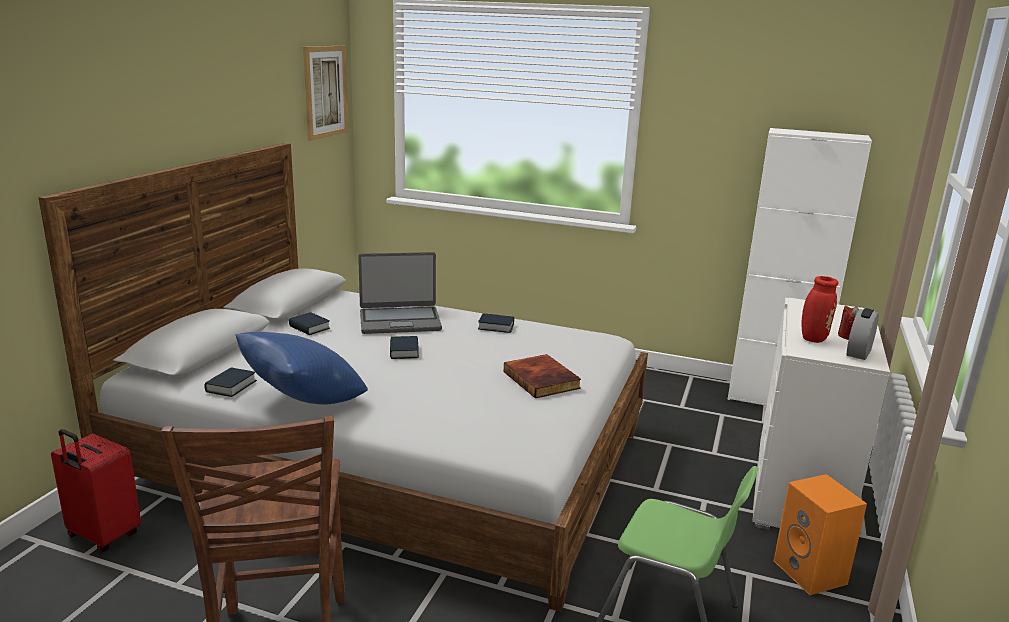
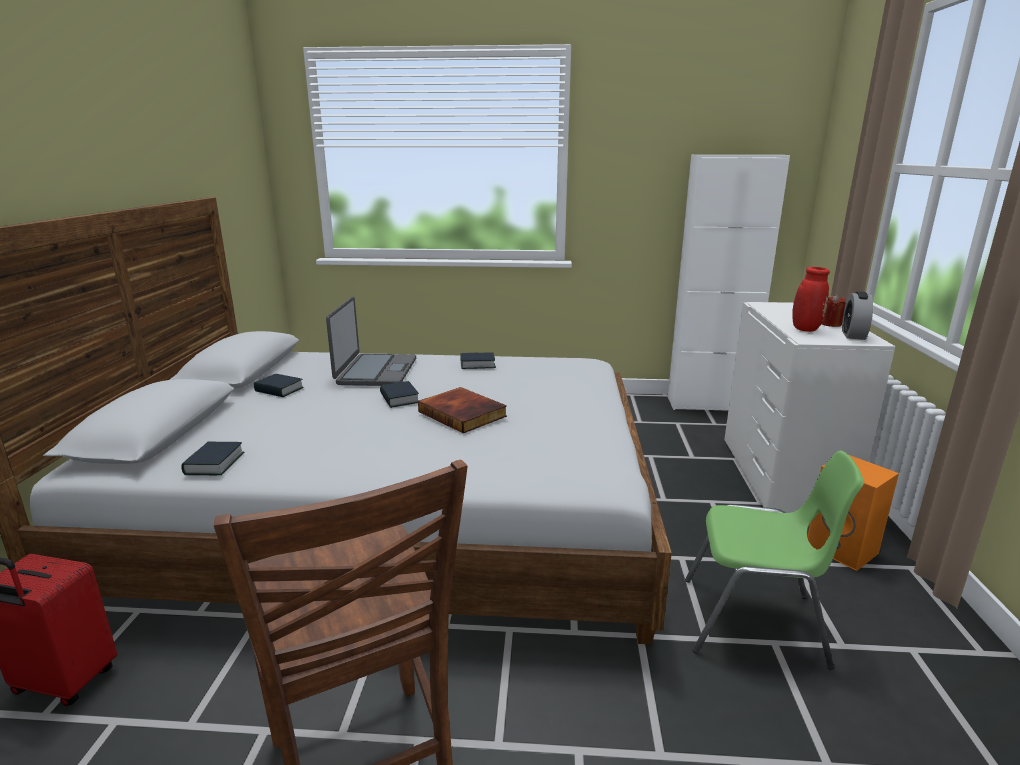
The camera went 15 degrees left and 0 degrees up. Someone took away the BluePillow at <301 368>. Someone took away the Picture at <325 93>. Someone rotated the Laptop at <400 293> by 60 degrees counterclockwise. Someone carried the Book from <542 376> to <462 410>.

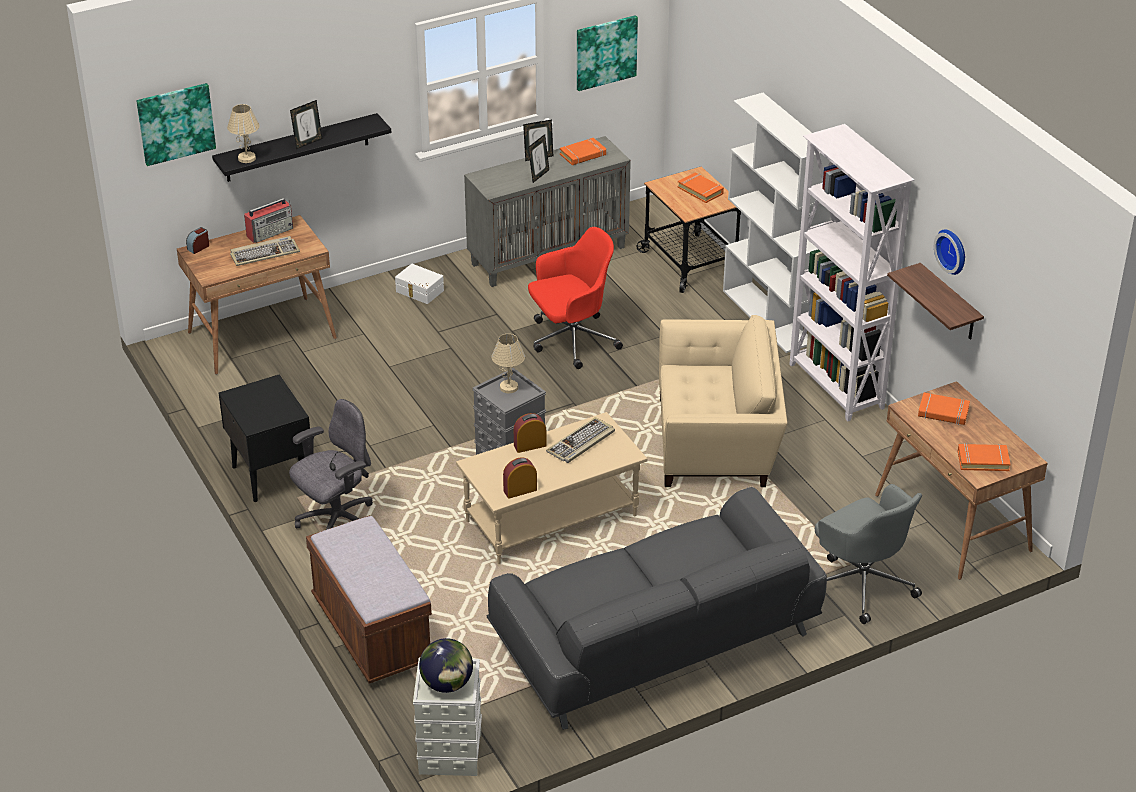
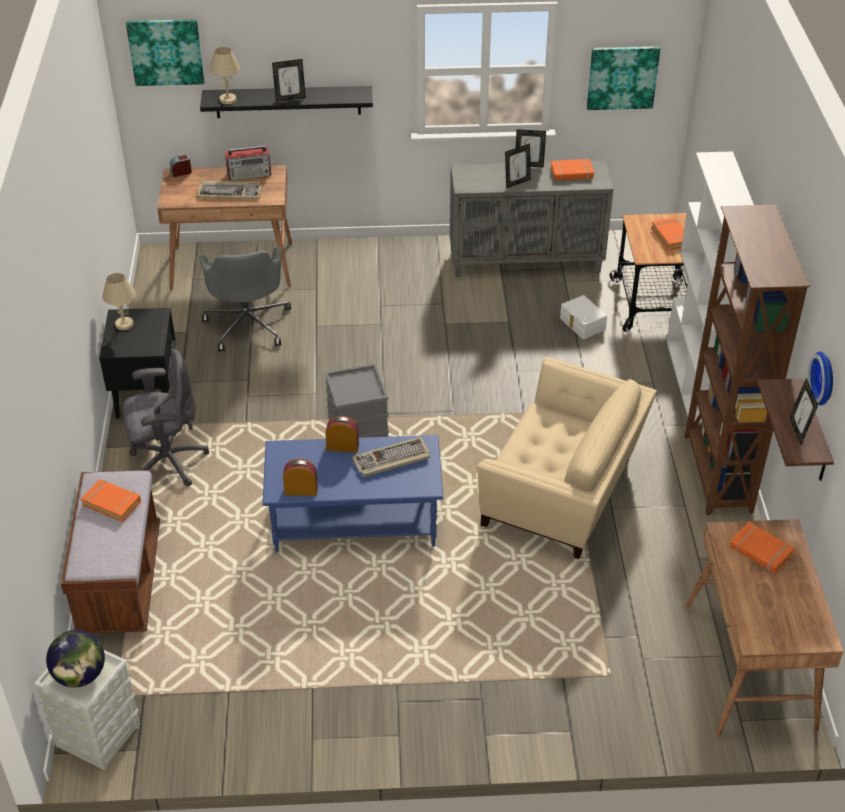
The camera went 25 degrees right and 5 degrees up. Someone carried the WhiteStorageBox from <419 284> to <583 317>. Someone repainted the BeigeCoffeeTable at <552 488>, which became the BlueCoffeeTable at <353 494>. Someone took away the GreySofa at <657 608>. Someone carried the BeigeTableLamp from <508 363> to <119 301>. Someone took away the RedOfficeChair at <575 298>. Someone repainted the WhiteBookcase at <851 273>, which became the BrownBookcase at <747 360>. Someone carried the GreyOfficeChair from <868 554> to <245 299>. Someone carried the OrangeBook from <984 457> to <111 500>. Someone put down the PictureFrame at <804 411>.

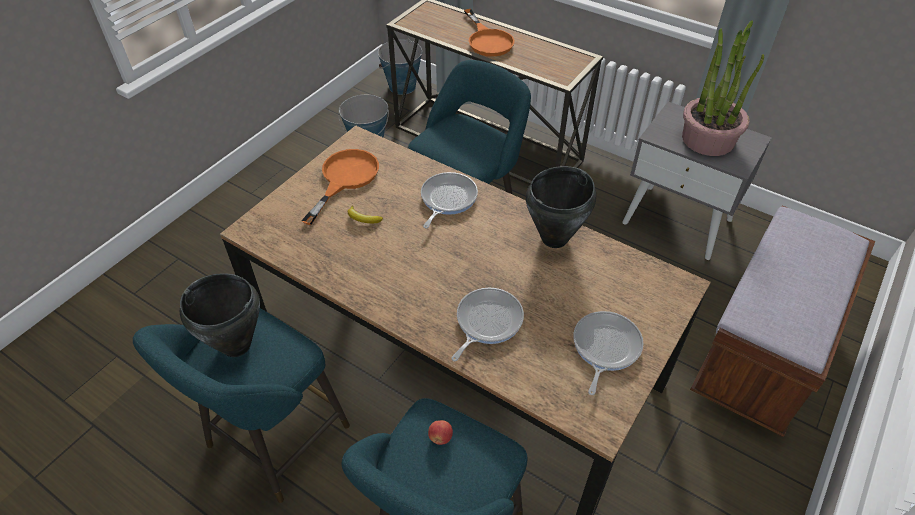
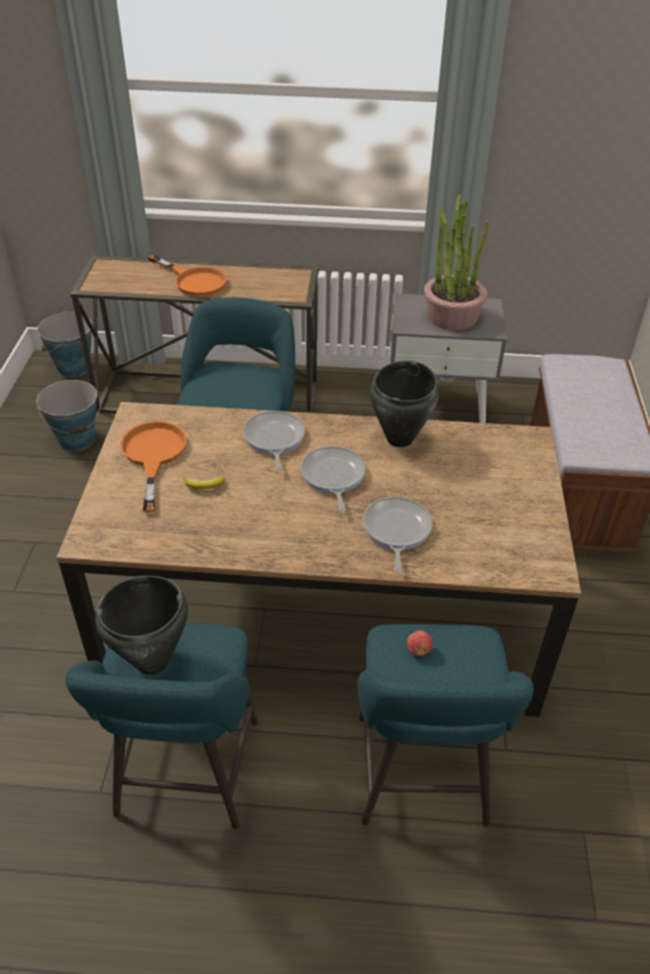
The camera went 30 degrees left and 5 degrees down. Someone carried the FryingPan from <608 353> to <333 479>.

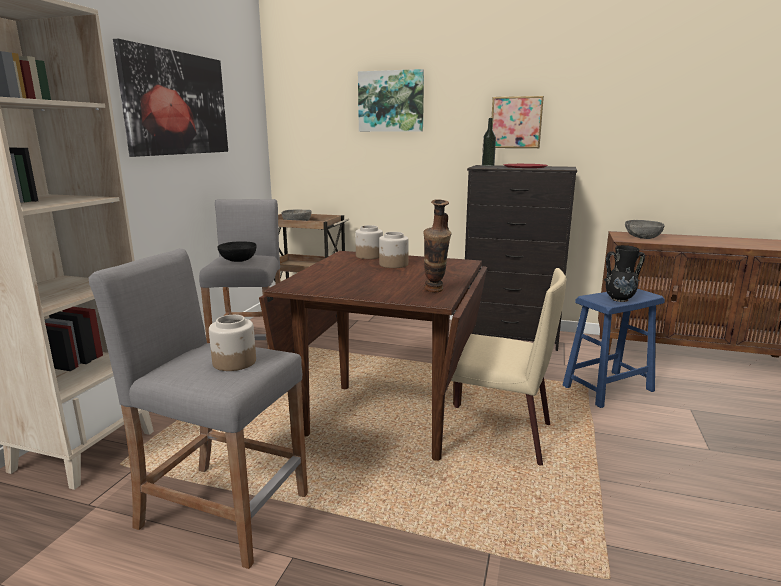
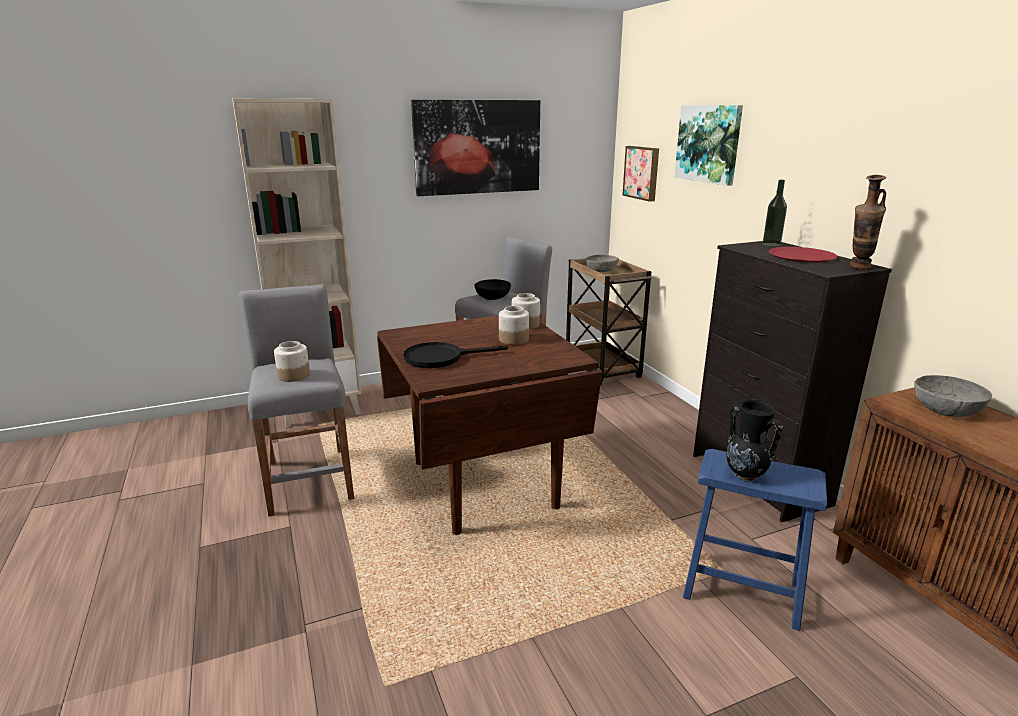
The camera went 50 degrees right and 5 degrees up. Someone carried the Vase from <437 246> to <868 222>. Someone took away the BeigeChair at <508 366>. Someone carried the Picture from <518 122> to <640 174>. Someone put down the BlackFryingPan at <456 355>.

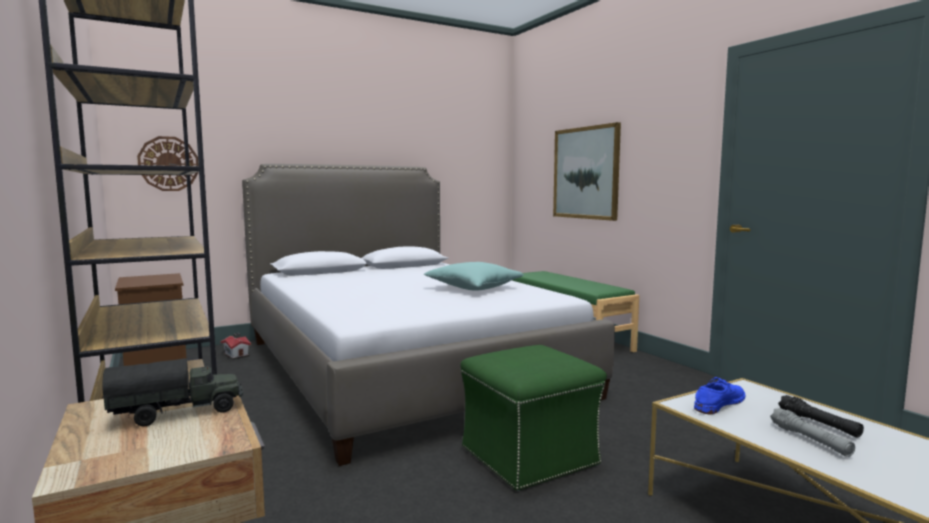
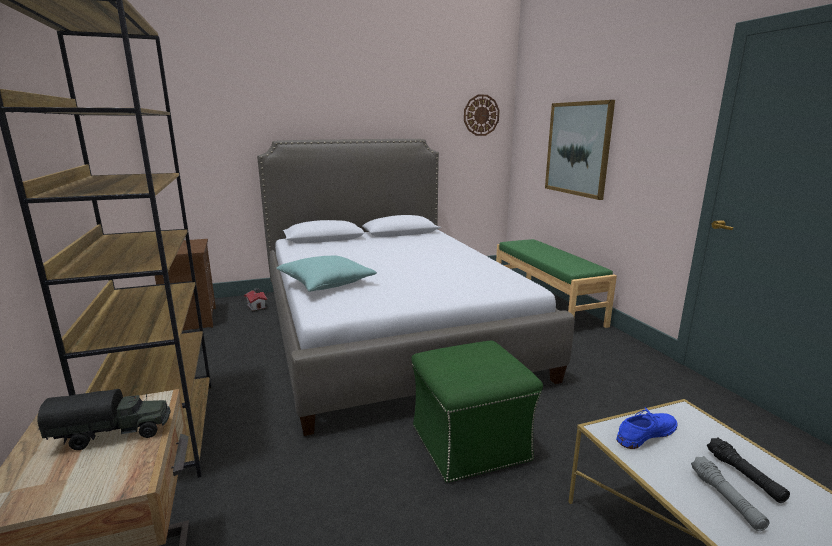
The camera went 10 degrees right and 10 degrees up. Someone carried the WallClock from <168 163> to <482 115>. Someone carried the TurquoisePillow from <474 276> to <326 273>.

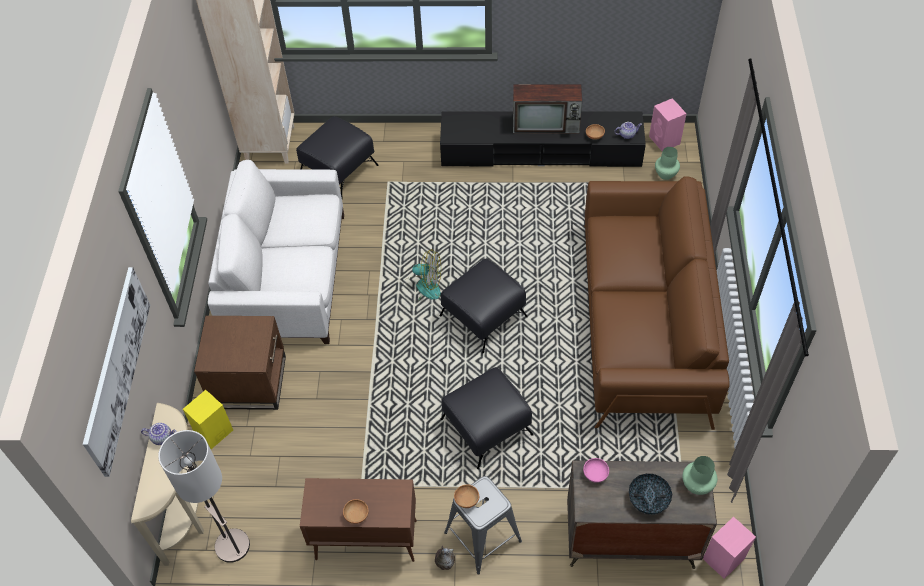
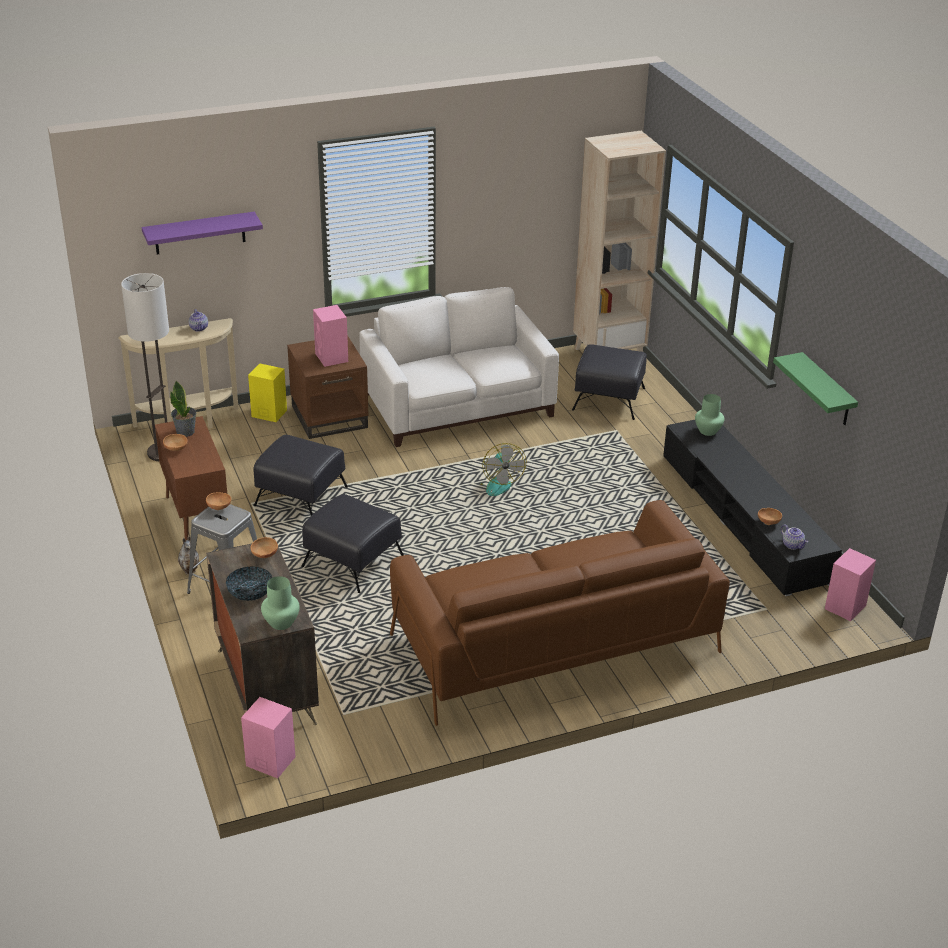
The camera went 65 degrees right and 20 degrees down. Someone swapped the Picture at <116 372> for the PurpleShelf at <202 233>. Someone carried the BlackOttoman from <484 305> to <301 475>. Someone took away the Television at <547 108>. Someone repainted the PinkBowl at <596 470>, which became the BrownBowl at <264 547>. Someone carried the GreenVase from <667 163> to <709 415>. Someone put down the PottedPlant at <183 409>. Someone put down the PinkSpeaker at <330 336>. Someone put up the GreenShelf at <815 388>.

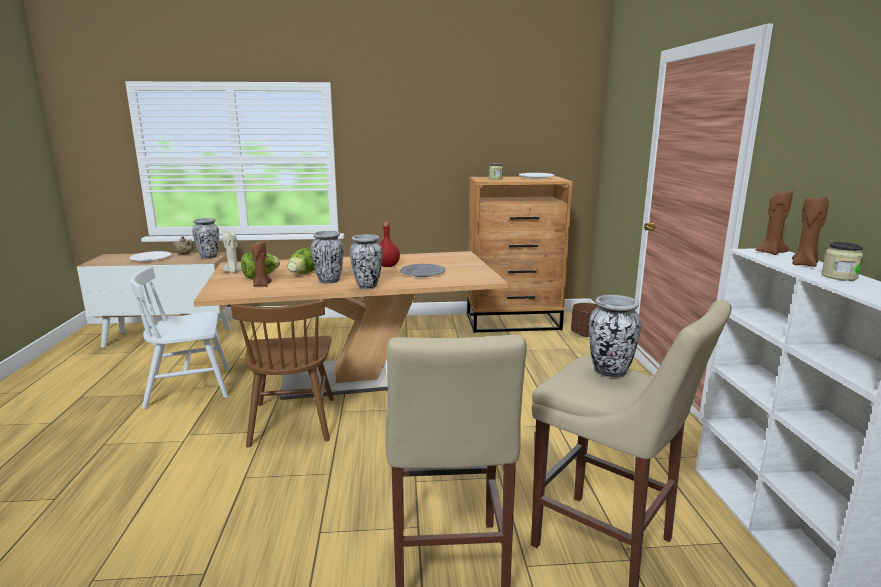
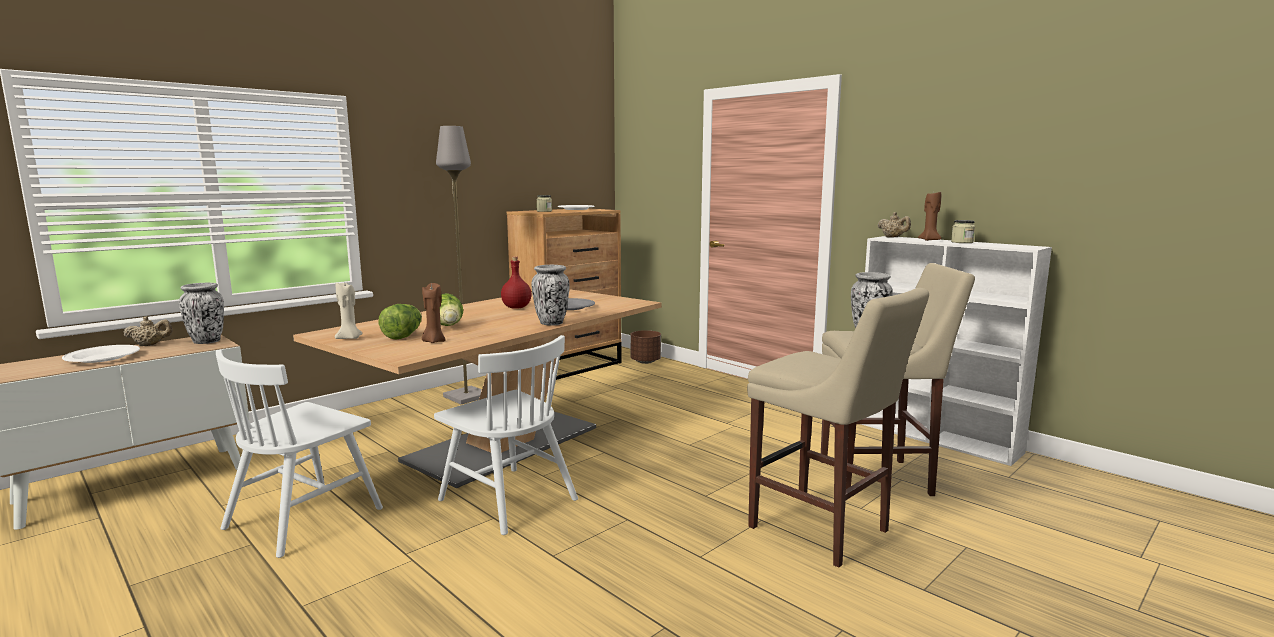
The camera went 40 degrees left and 5 degrees down. Someone repainted the BrownChair at <282 374>, which became the WhiteChair at <506 435>. Someone took away the Vase at <327 257>. Someone swapped the BrownCandle at <774 222> for the BeigeTeapot at <894 225>. Someone put down the GreyFloorLamp at <459 265>.

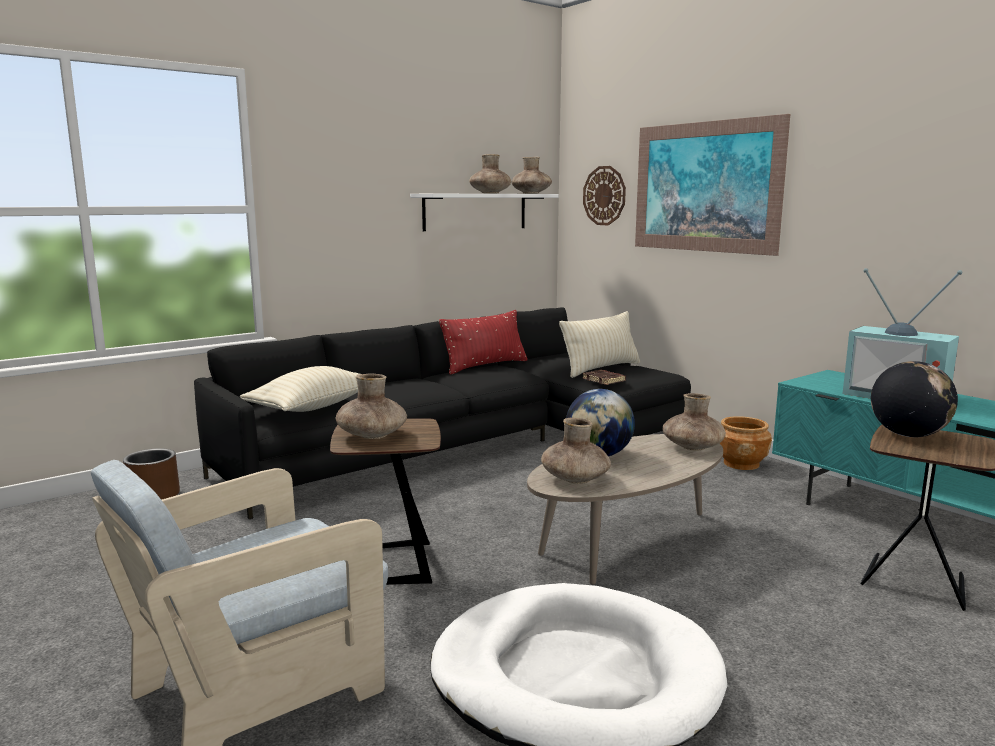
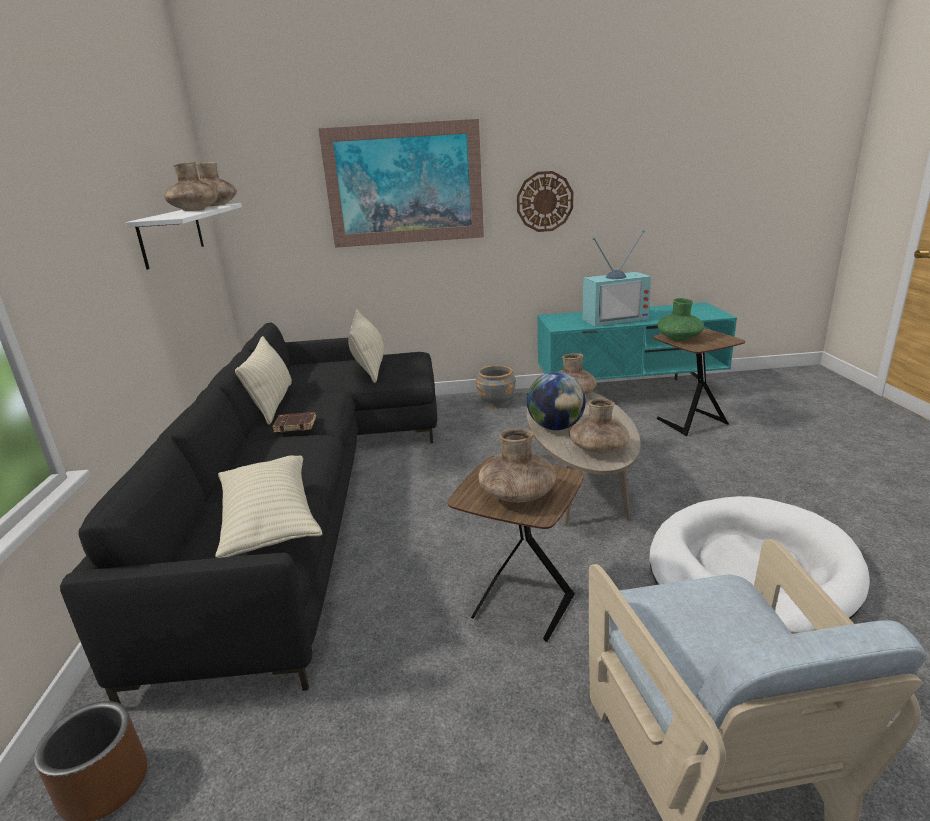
The camera went 55 degrees left and 10 degrees up. Someone repainted the RedPillow at <483 342>, which became the BeigePillow at <263 380>. Someone carried the BrownBook from <604 377> to <294 422>. Someone carried the WallClock from <604 195> to <545 201>. Someone repainted the BrownPlanter at <746 443>, which became the GreyPlanter at <496 386>. Someone swapped the Globe at <914 399> for the GreenVase at <680 319>.

